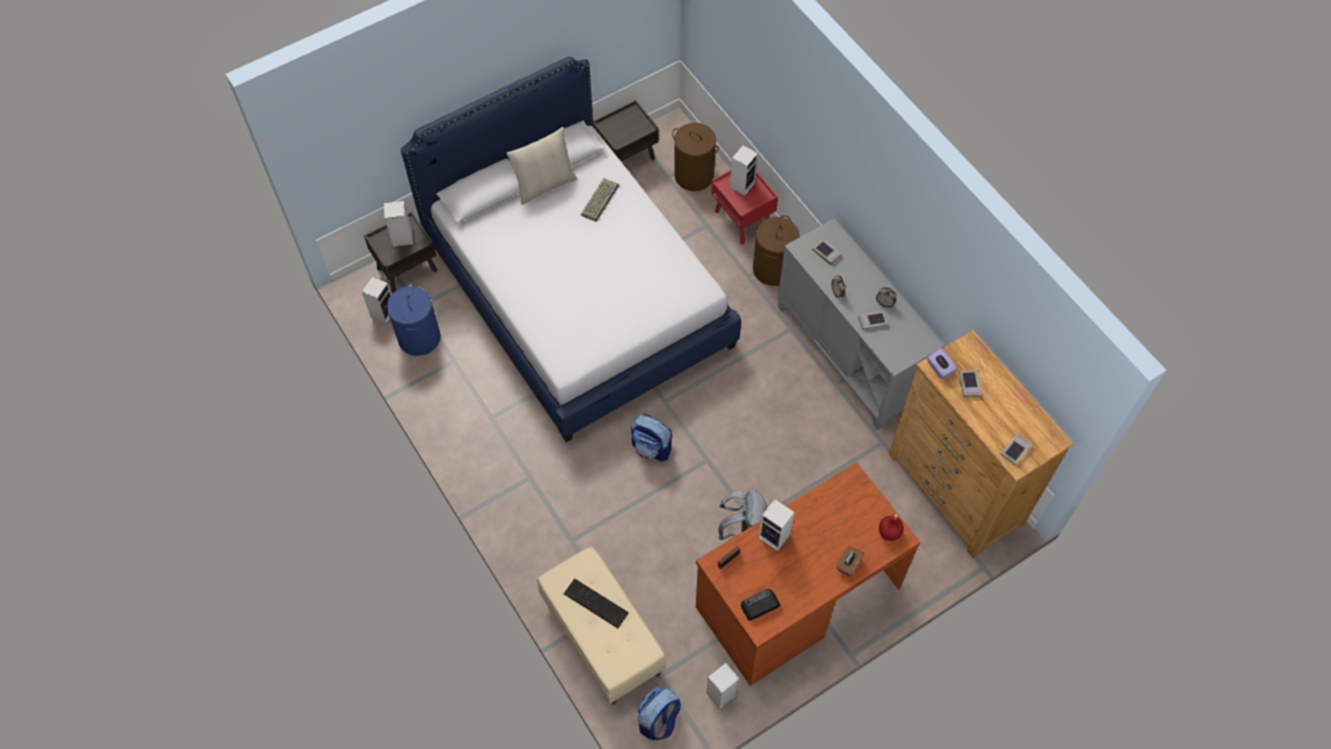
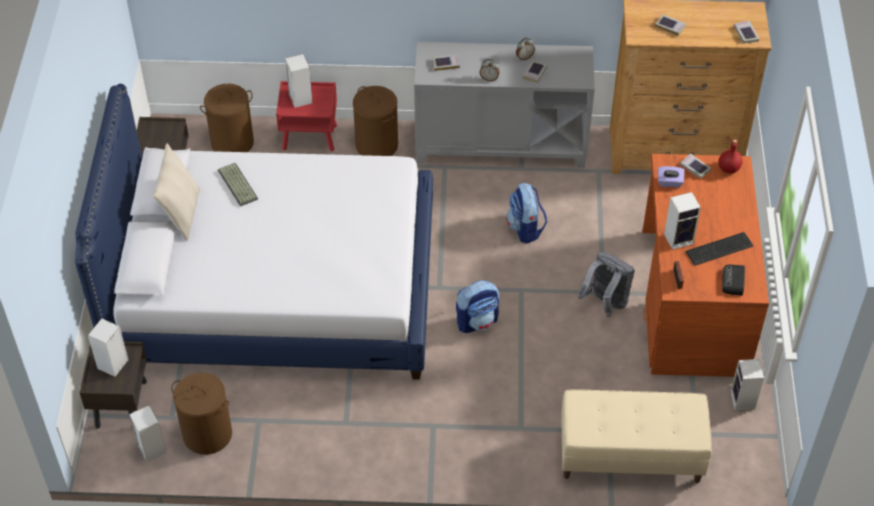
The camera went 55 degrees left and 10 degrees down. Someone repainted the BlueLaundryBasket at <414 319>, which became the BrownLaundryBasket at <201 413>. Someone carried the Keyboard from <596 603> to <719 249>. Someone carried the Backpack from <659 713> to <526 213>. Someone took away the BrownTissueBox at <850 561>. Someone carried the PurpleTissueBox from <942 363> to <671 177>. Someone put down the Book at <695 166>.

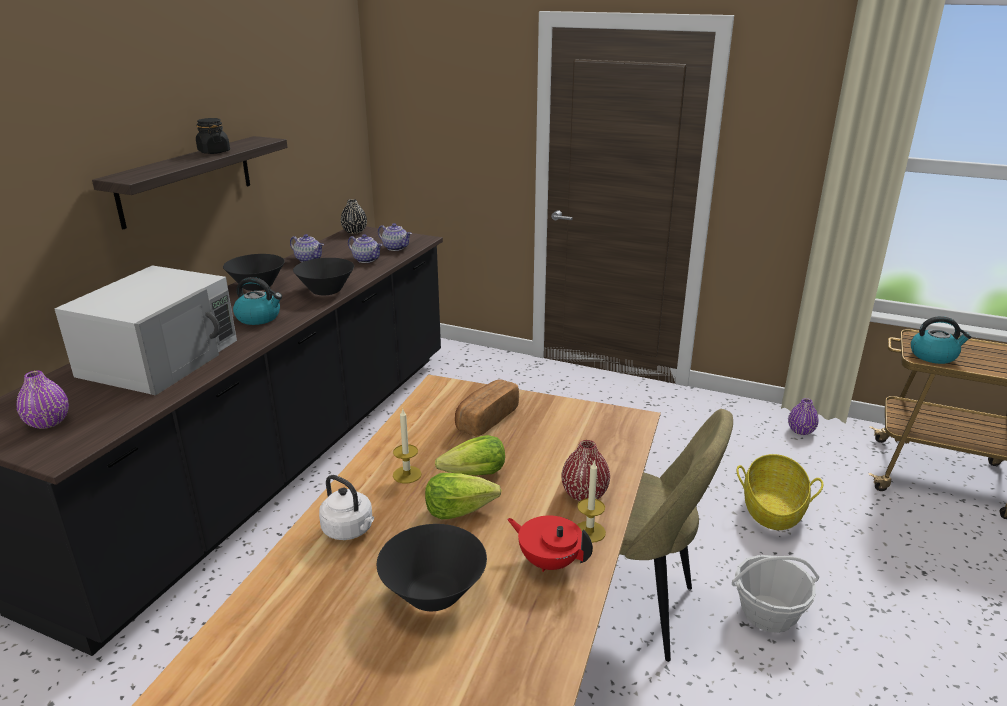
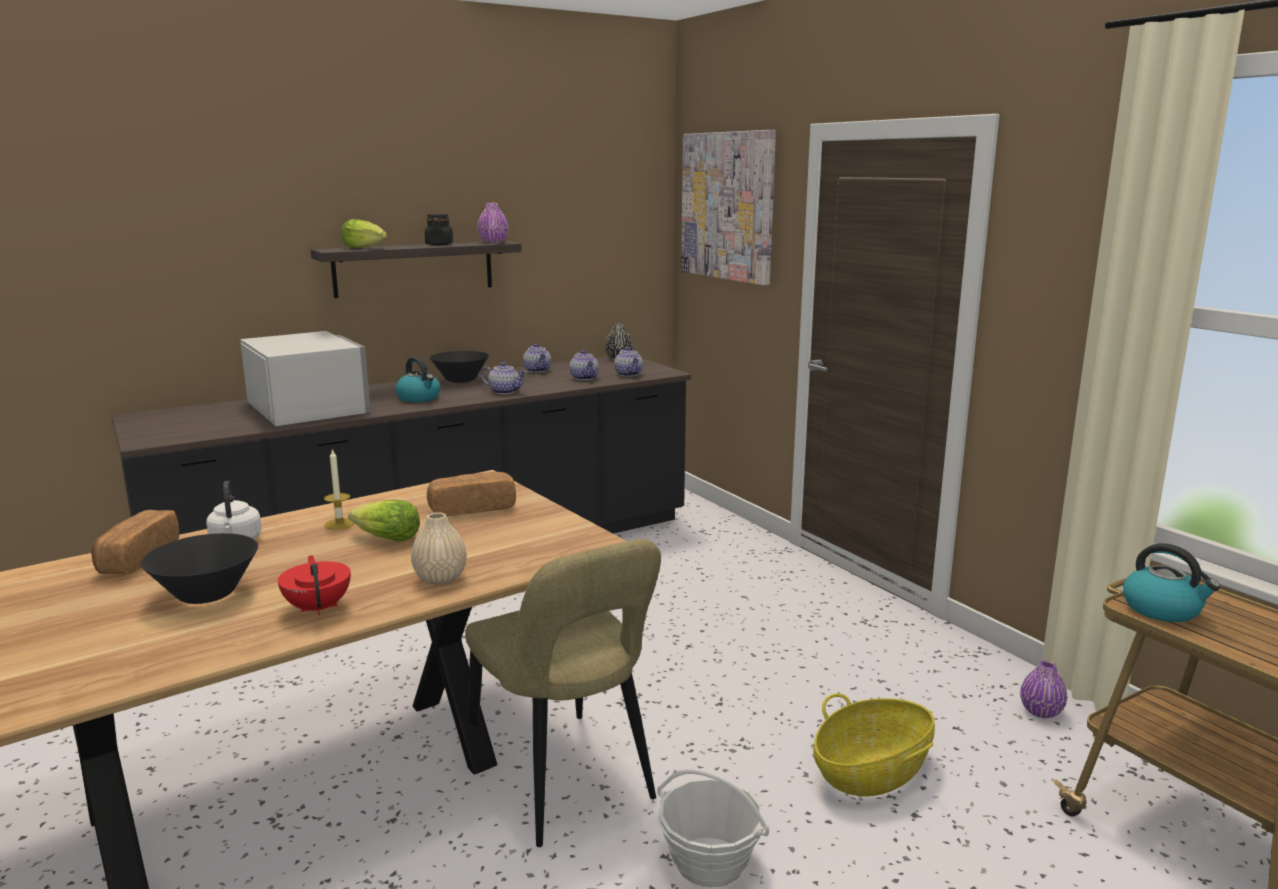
The camera went 35 degrees right and 10 degrees down. Someone carried the PurpleVase from <43 400> to <492 223>. Someone rotated the WhiteMicrowave at <145 330> by 90 degrees counterclockwise. Someone swapped the BlackBowl at <323 276> for the Teapot at <504 378>. Someone carried the Lettuce from <463 496> to <364 233>. Someone repainted the RedVase at <586 470>, which became the BeigeVase at <439 548>. Someone took away the Candle at <591 502>. Someone put down the Bread at <135 542>. Someone put up the Picture at <728 207>.

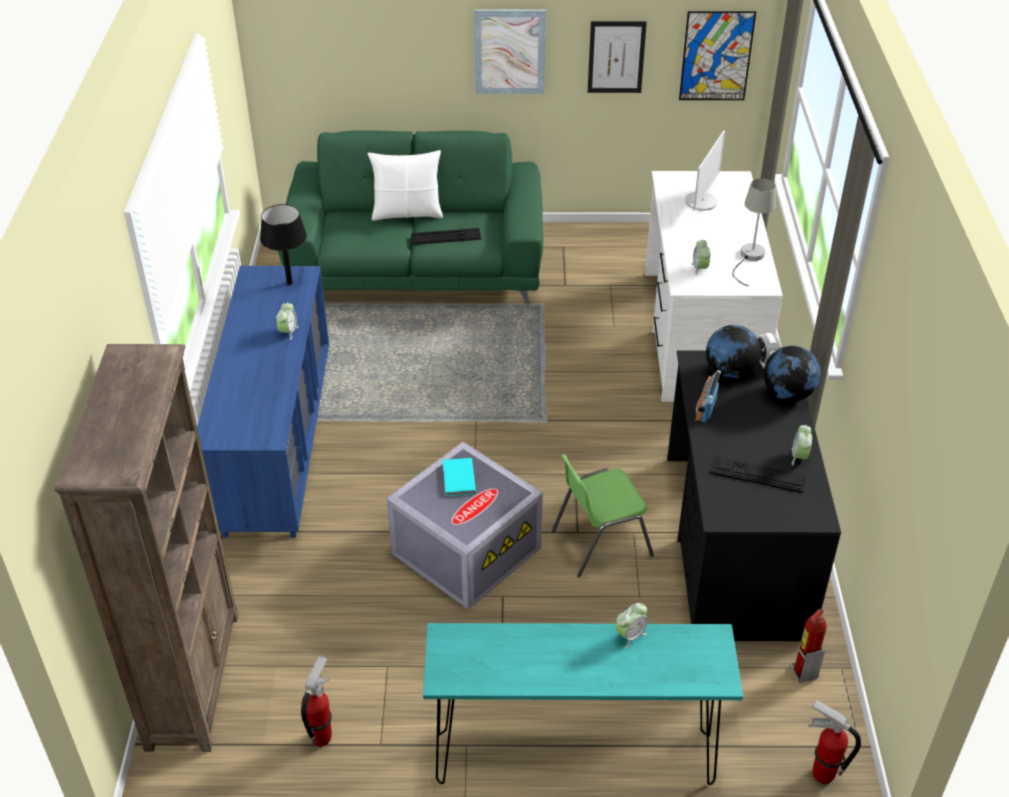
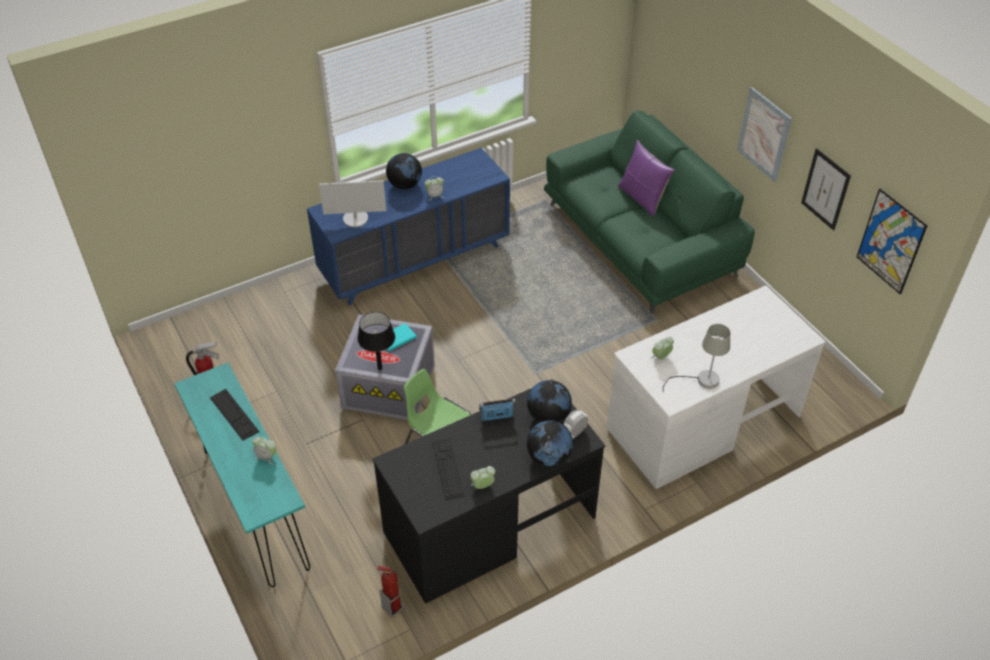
The camera went 60 degrees right and 5 degrees up. Someone took away the BrownBookcase at <146 548>. Someone carried the BlackTableLamp from <283 244> to <376 341>. Someone repainted the WhitePillow at <405 185>, which became the PurplePillow at <646 178>. Someone carried the Keyboard from <446 236> to <234 415>. Someone carried the Monitor from <705 170> to <352 203>. Someone took away the FireExtinguisher at <834 741>. Someone put down the Globe at <404 171>.

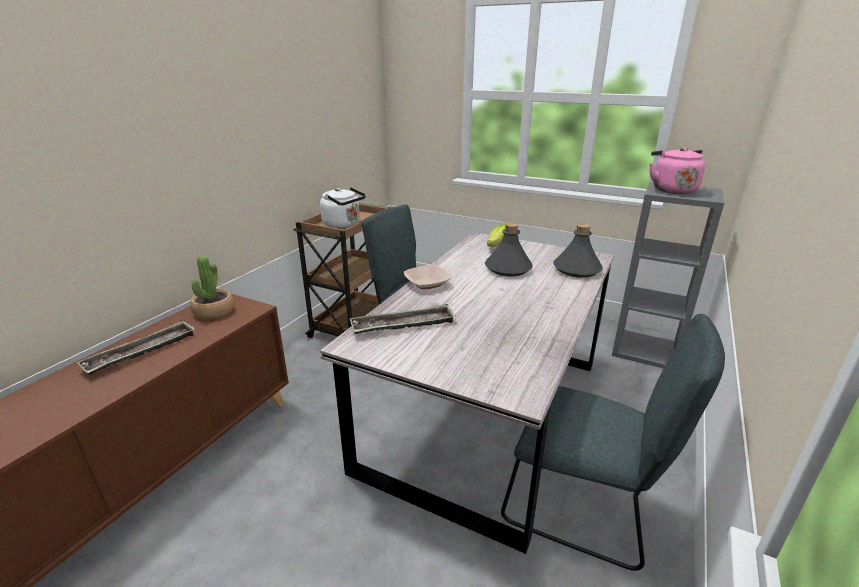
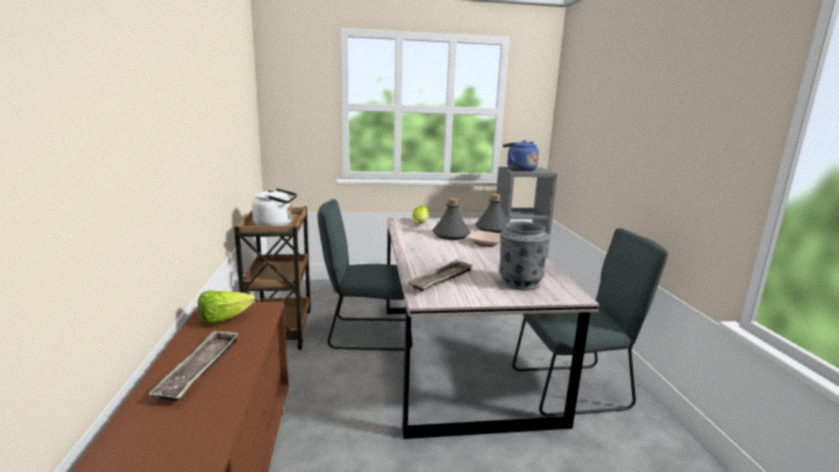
The camera went 35 degrees left and 10 degrees down. Someone swapped the PottedPlant at <212 287> for the Lettuce at <226 307>. Someone carried the Bowl from <427 277> to <484 239>. Someone repainted the PinkKettle at <677 170>, which became the BlueKettle at <521 155>. Someone put down the GreyVase at <524 255>.

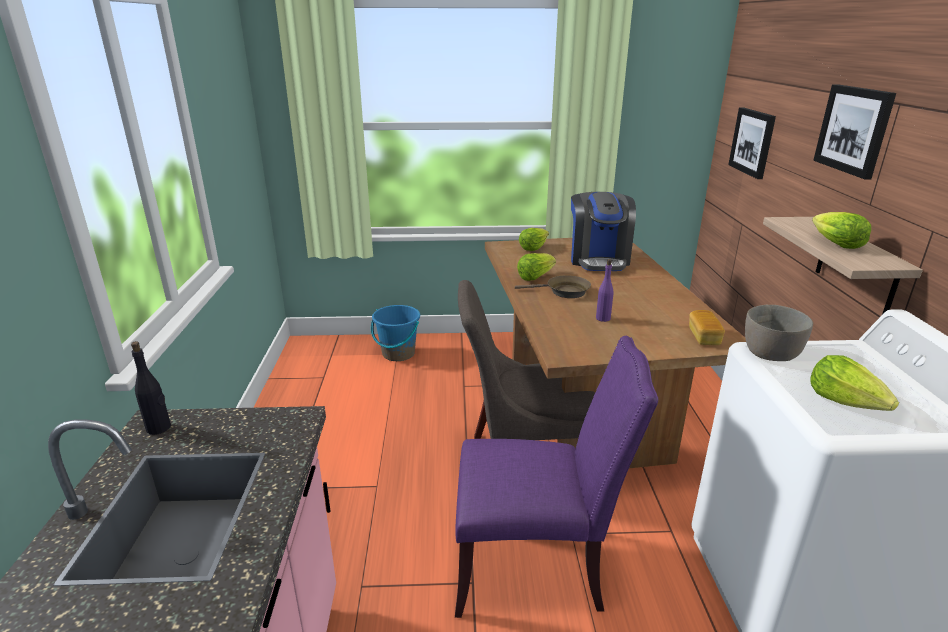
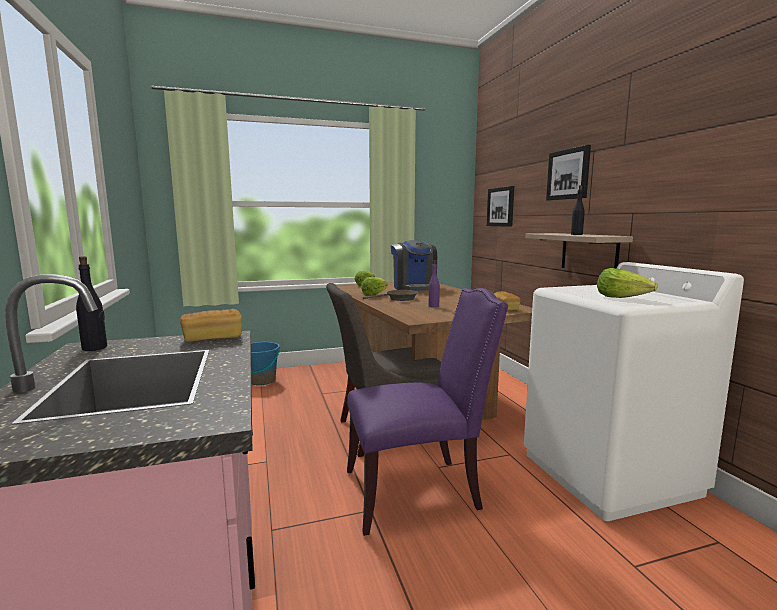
The camera went 15 degrees left and 15 degrees down. Someone took away the GreyBowl at <779 333>. Someone swapped the Lettuce at <841 230> for the BlackBottle at <578 210>. Someone put down the Bread at <211 325>.

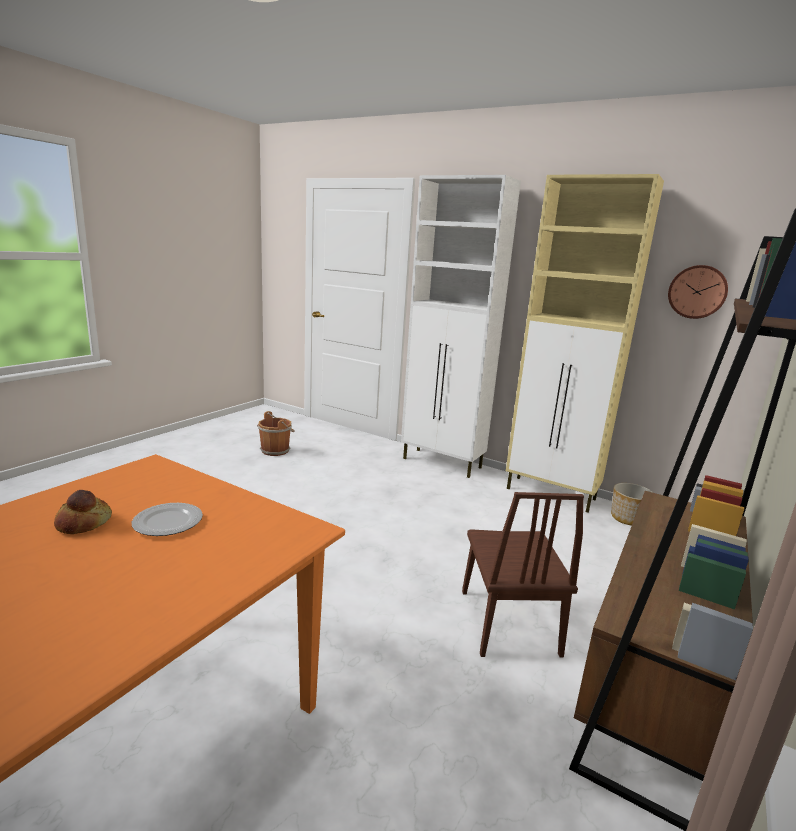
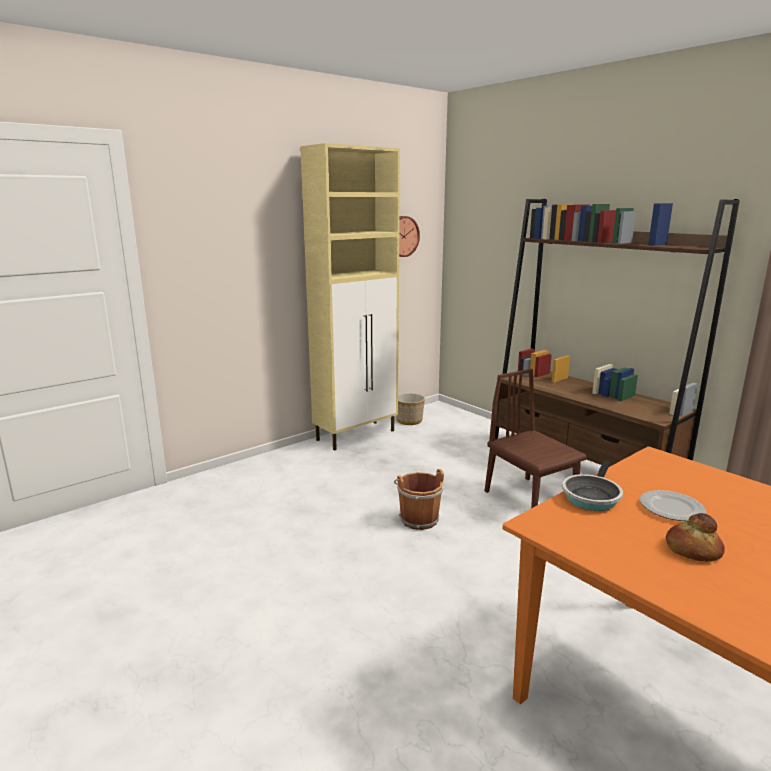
The camera went 70 degrees left and 0 degrees up. Someone carried the BrownBucket from <276 433> to <419 499>. Someone took away the WhiteCabinet at <461 326>. Someone rotated the BrownChair at <523 574> by 135 degrees counterclockwise. Someone put down the FryingPan at <592 485>.

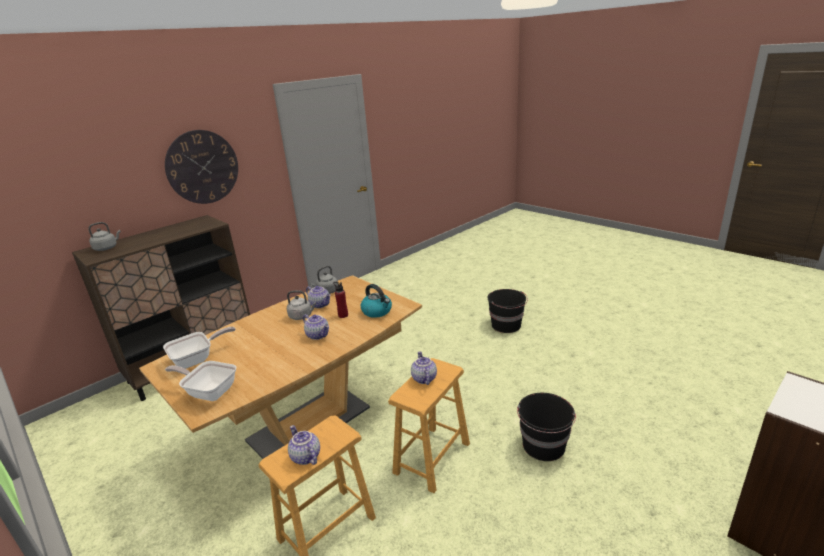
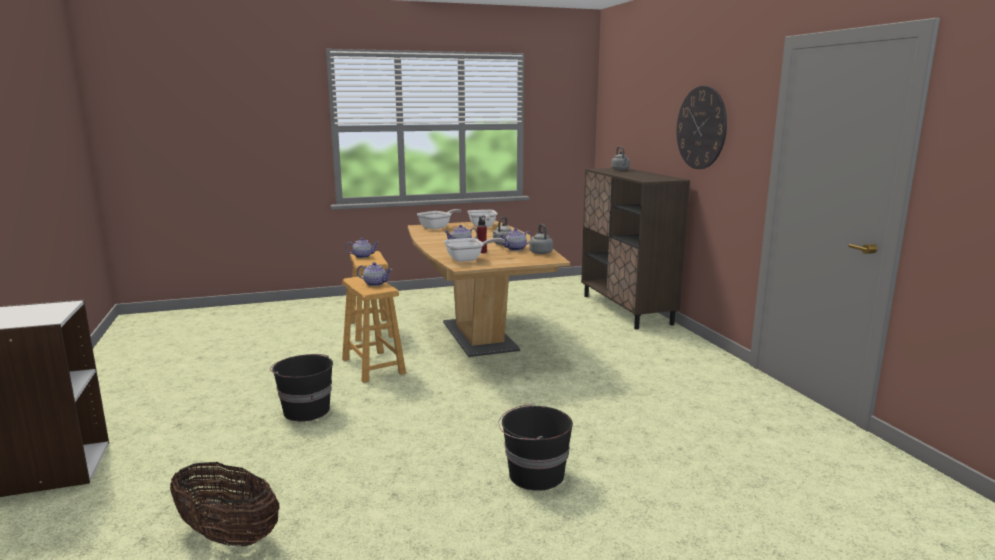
The camera went 115 degrees right and 10 degrees down. Someone swapped the Kettle at <376 301> for the FryingPan at <474 250>. Someone put down the Basket at <225 504>.

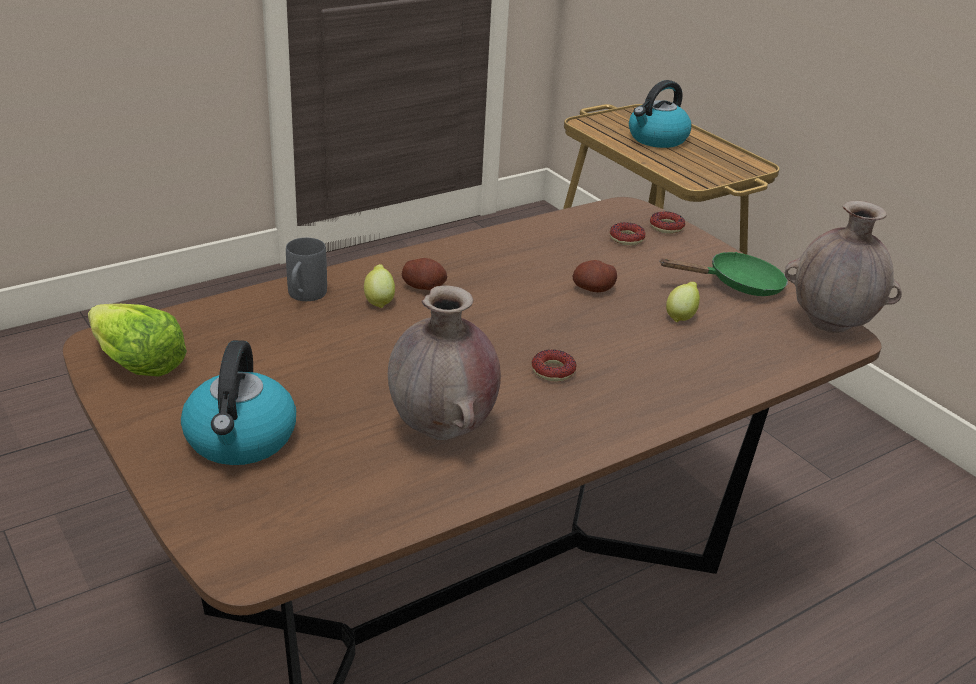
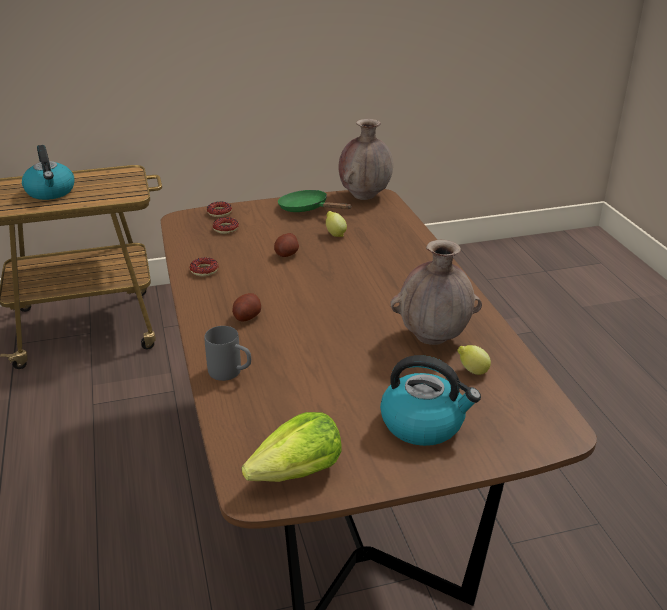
The camera went 70 degrees left and 0 degrees up. Someone carried the Lemon from <379 286> to <474 360>. Someone carried the Donut from <554 366> to <204 266>. Someone rotated the GreenFryingPan at <723 274> by 60 degrees counterclockwise.

